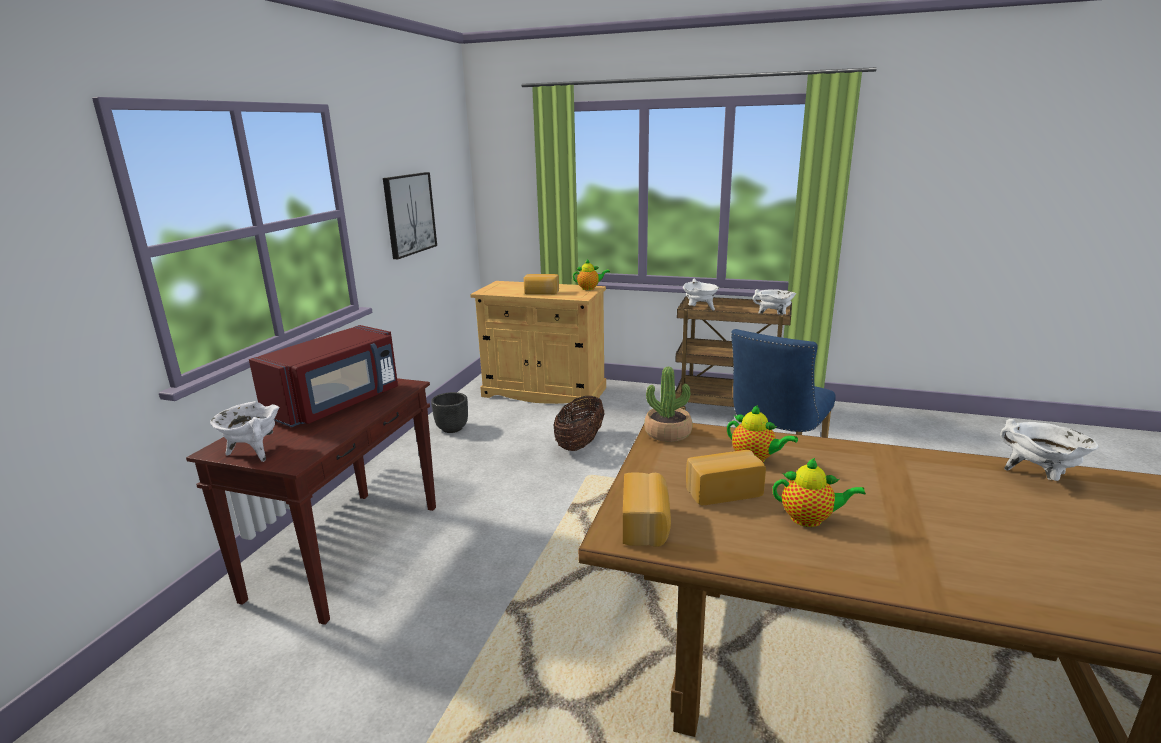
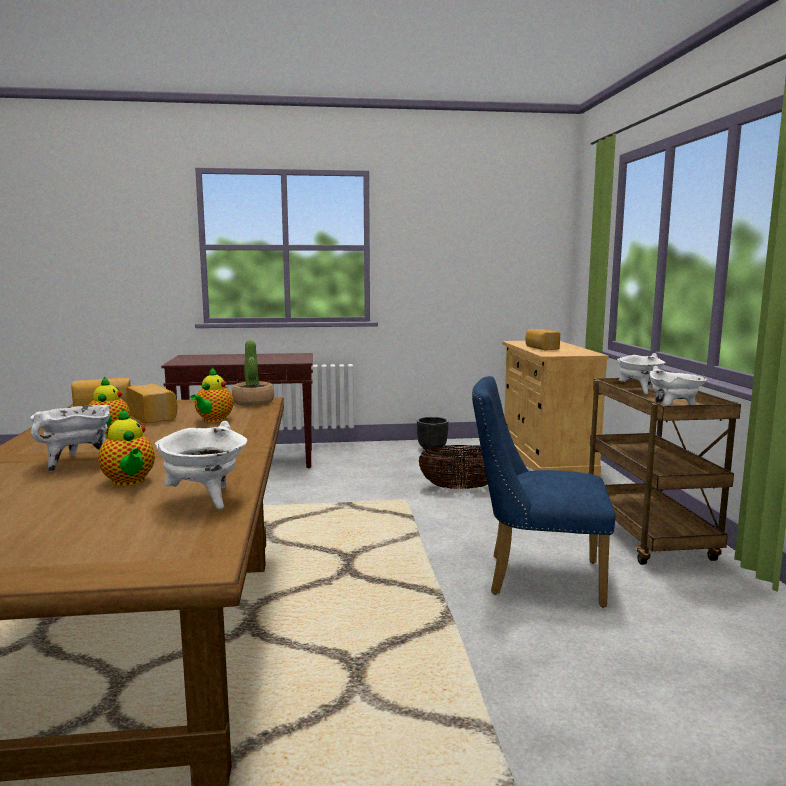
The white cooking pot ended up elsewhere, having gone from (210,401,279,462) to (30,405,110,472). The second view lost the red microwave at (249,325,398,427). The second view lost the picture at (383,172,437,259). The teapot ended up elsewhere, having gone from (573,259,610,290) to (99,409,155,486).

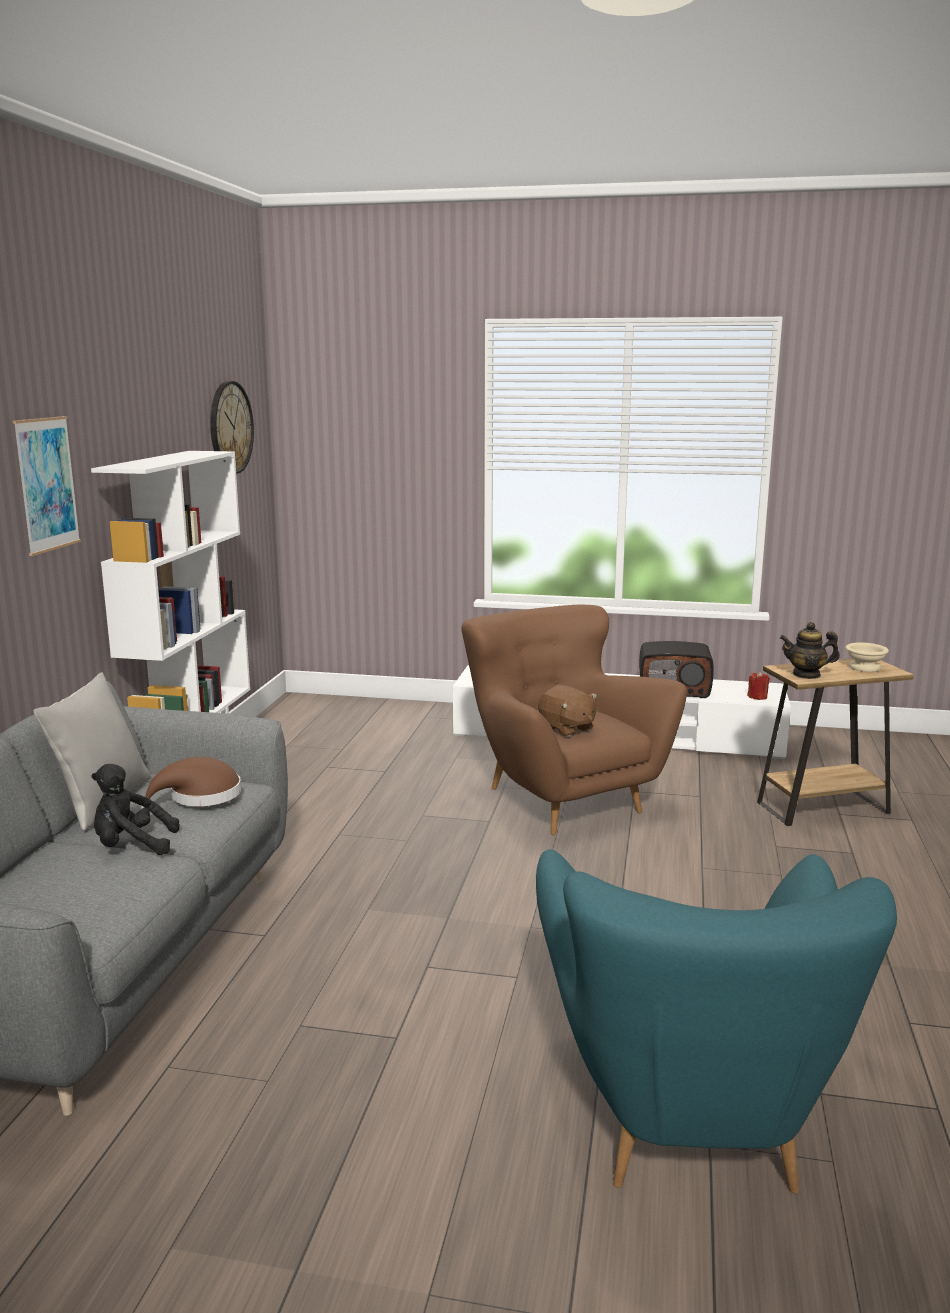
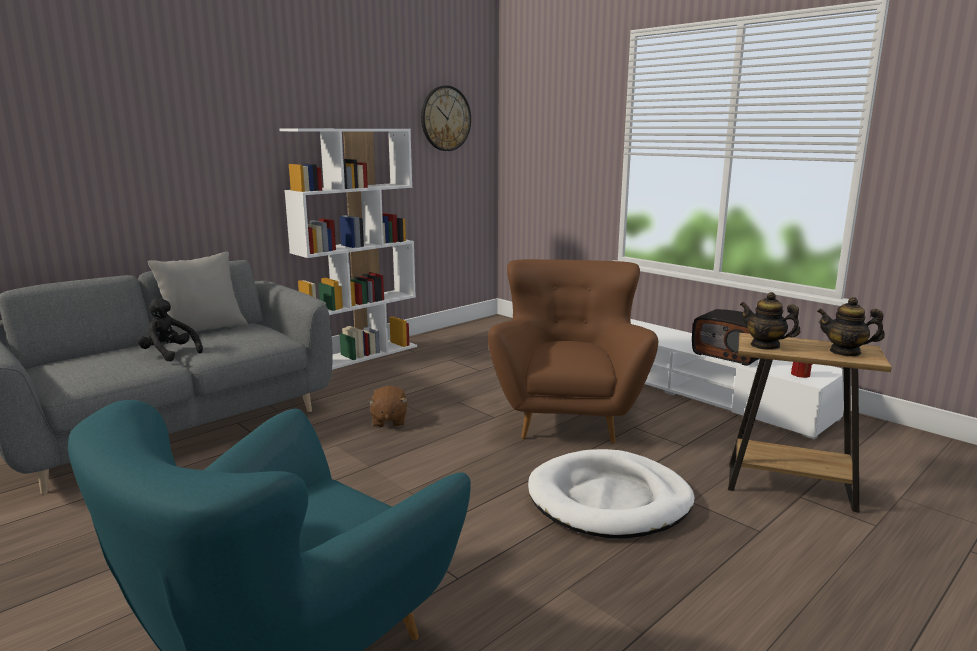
The second view lost the picture at (13,416,81,556). The second view lost the brown hat at (140,757,241,809). The brown plush toy ended up elsewhere, having gone from (538,685,597,737) to (367,386,408,427). Where the beige bowl stood at (846,643,889,672), the teapot came to stand at (817,297,885,357). The second view gained the white dog bed at (528,449,695,538).

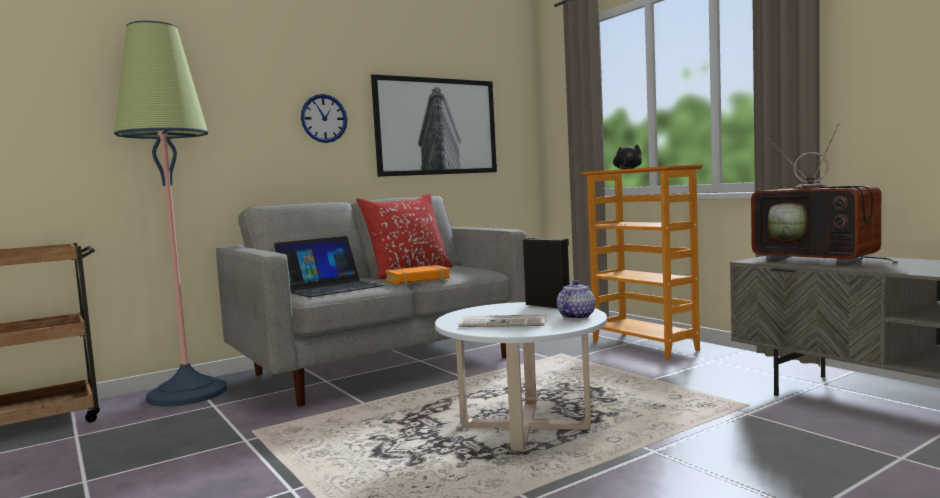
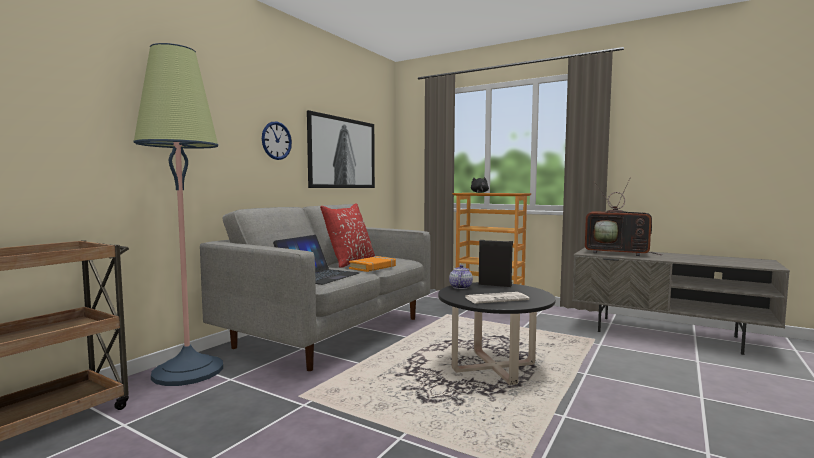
What was the white coffee table at (435,302,607,452) turned into the black coffee table at (438,282,556,385). The teapot ended up elsewhere, having gone from (557,280,595,319) to (449,265,473,289).

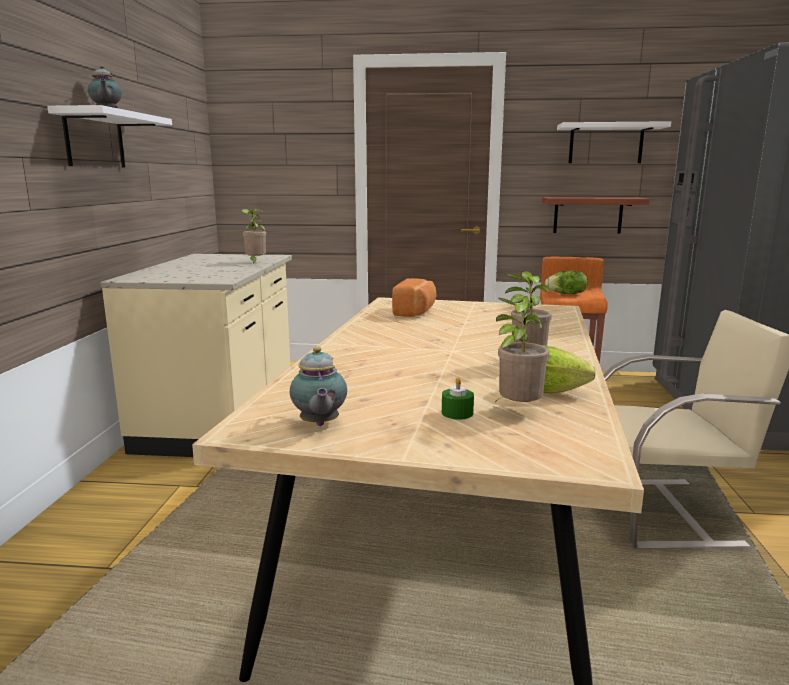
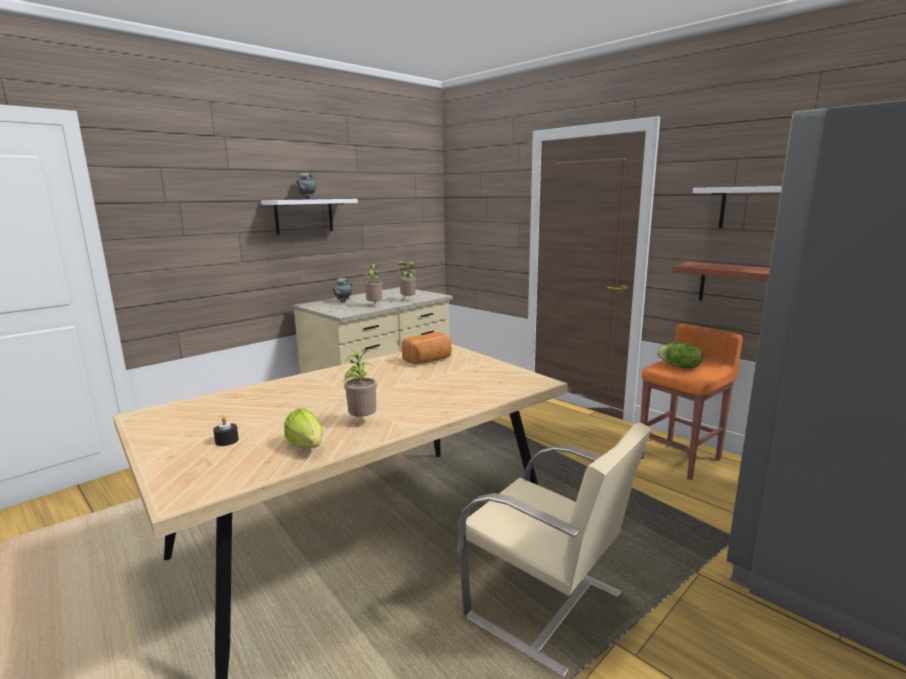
The teapot ended up elsewhere, having gone from (290,347,347,426) to (331,276,352,302). What was the green candle at (442,377,474,420) turned into the black candle at (213,417,239,446). The potted plant ended up elsewhere, having gone from (496,296,549,402) to (364,264,383,303).

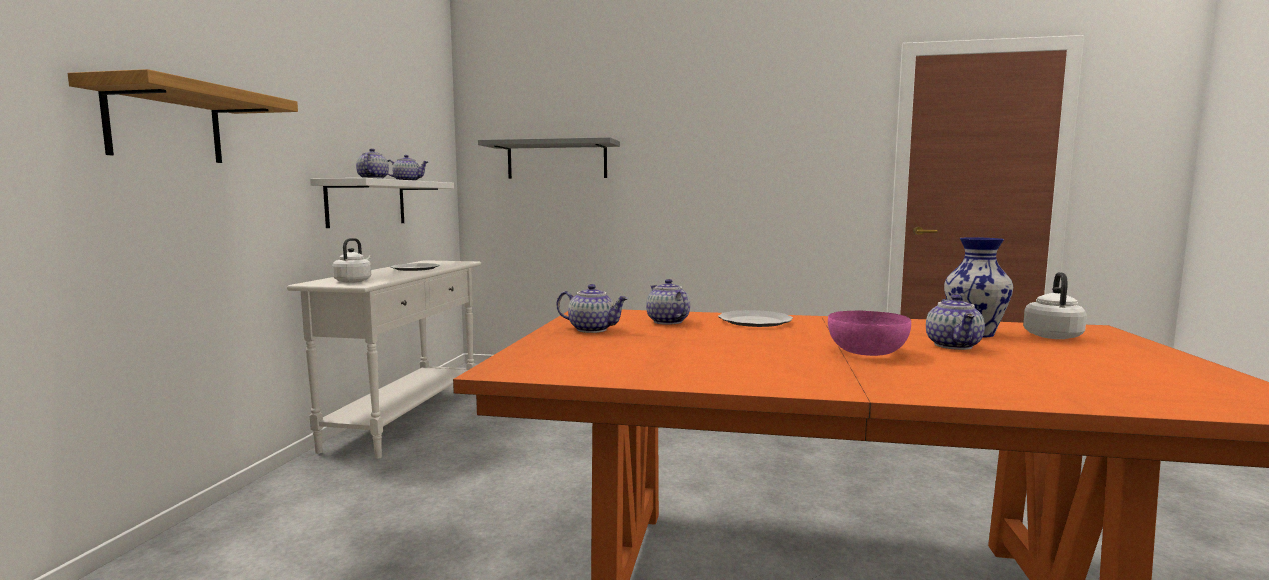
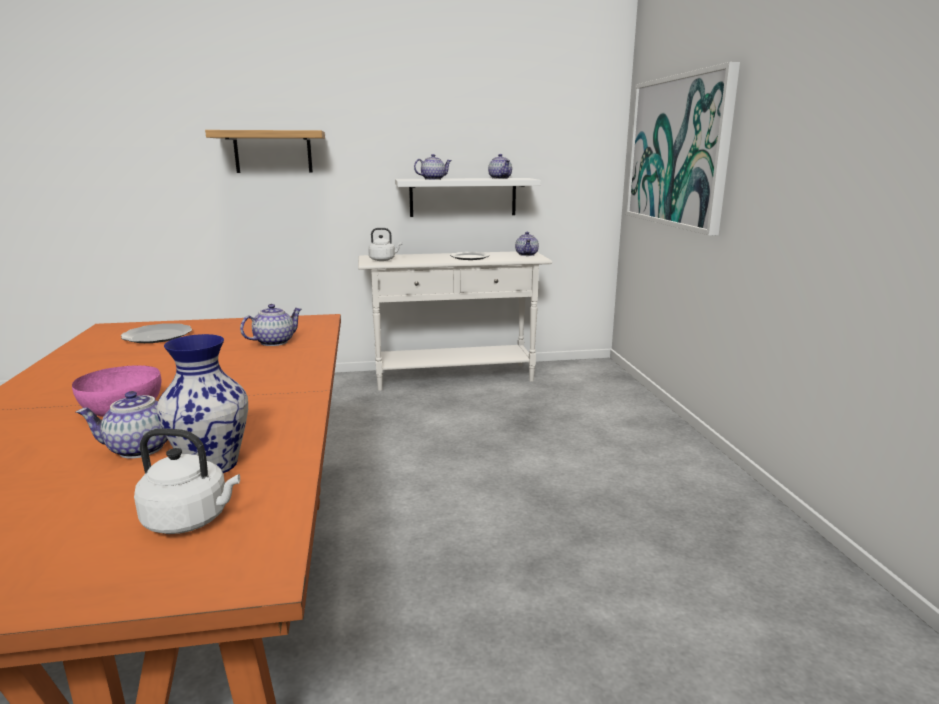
Where the grey shelf hung at (478,137,620,179), the picture came to hang at (625,62,740,236). The teapot ended up elsewhere, having gone from (556,284,628,333) to (515,232,539,256). The plate ended up elsewhere, having gone from (718,310,793,327) to (121,323,192,343).

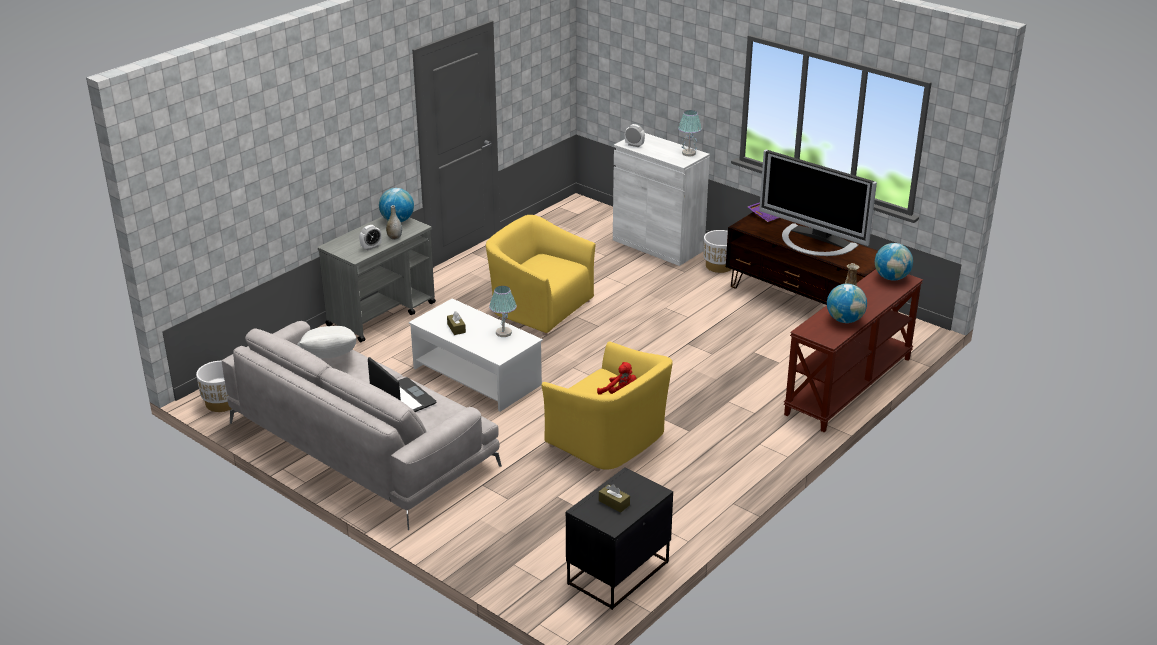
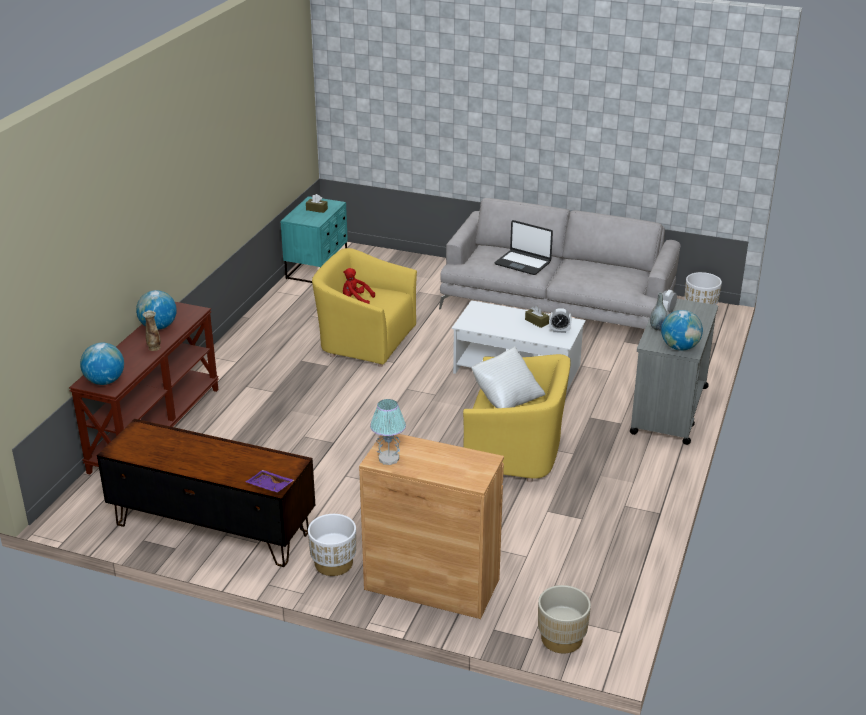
The white pillow ended up elsewhere, having gone from (297,326,356,358) to (471,347,545,408). The second view lost the table lamp at (489,286,517,337). What was the black nightstand at (566,467,673,610) turned into the turquoise nightstand at (280,196,348,283). What was the white cabinet at (613,133,710,266) turned into the brown cabinet at (359,434,504,619). The alarm clock ended up elsewhere, having gone from (625,124,645,147) to (549,308,572,333). The second view lost the television at (759,150,877,256). The second view gained the beige planter at (538,585,591,653).

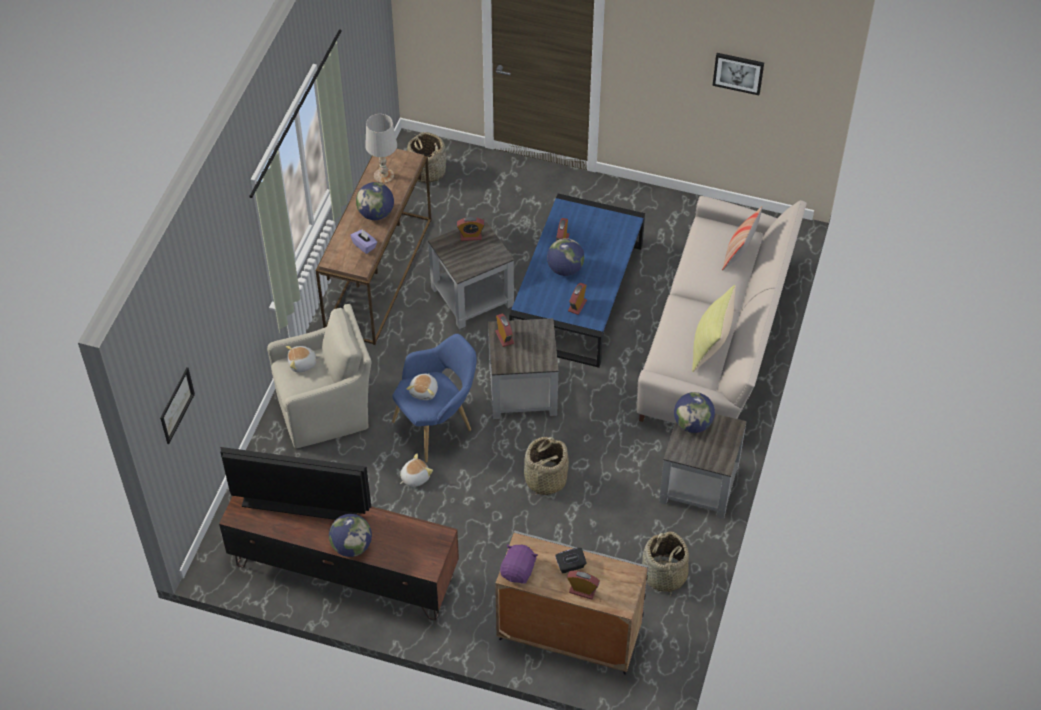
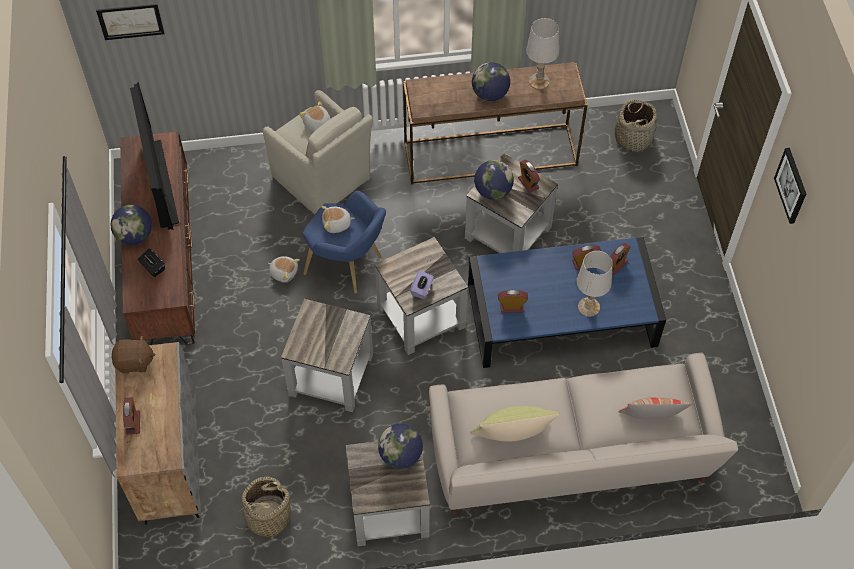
The purple tissue box ended up elsewhere, having gone from (350,229,377,254) to (410,270,434,299). The alarm clock ended up elsewhere, having gone from (495,314,514,347) to (610,243,630,275). What was the purple plush toy at (500,544,538,584) turned into the brown plush toy at (111,336,156,374). Where the basket stood at (524,437,569,495), the grey side table came to stand at (281,299,373,412). The globe ended up elsewhere, having gone from (547,238,584,276) to (474,160,514,200). The black tissue box ended up elsewhere, having gone from (555,548,587,573) to (138,249,165,277). The picture ended up elsewhere, having gone from (712,53,764,95) to (774,148,806,224). The second view gained the white table lamp at (577,251,613,317).

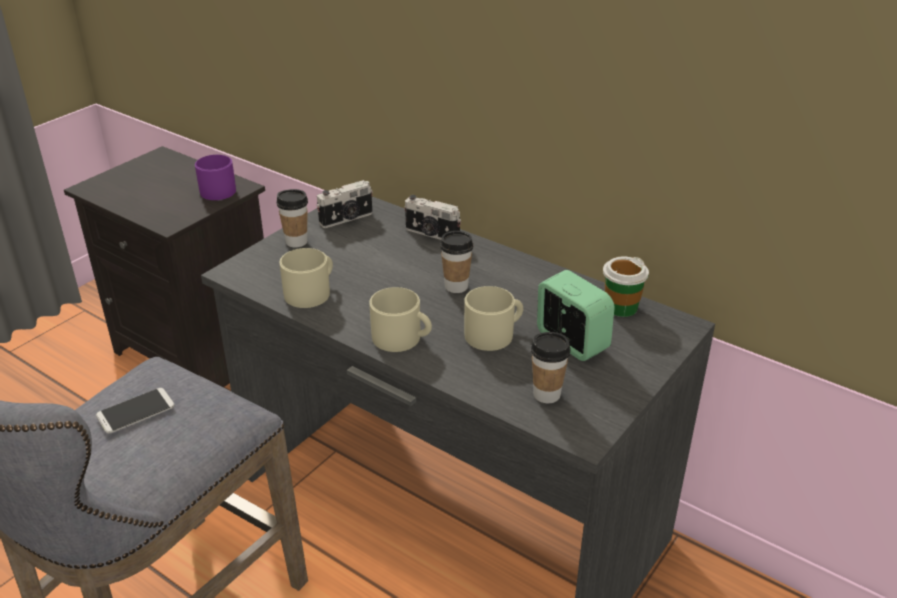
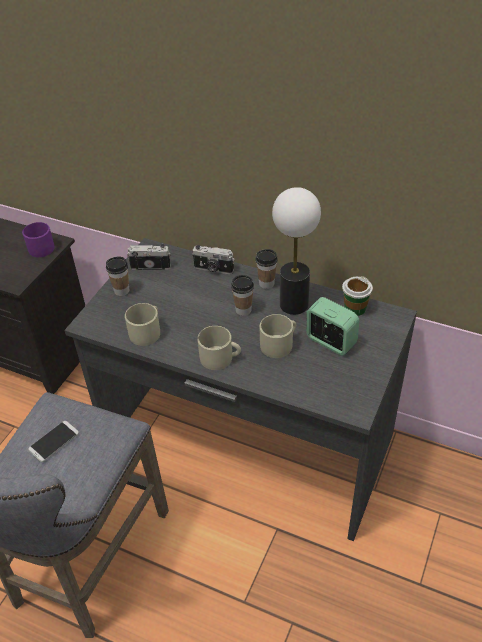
The photo camera at (316,180,373,228) ended up facing another way, 135 degrees counterclockwise from before. The cup ended up elsewhere, having gone from (531,332,570,403) to (256,249,278,289). The second view gained the table lamp at (272,187,321,315).

